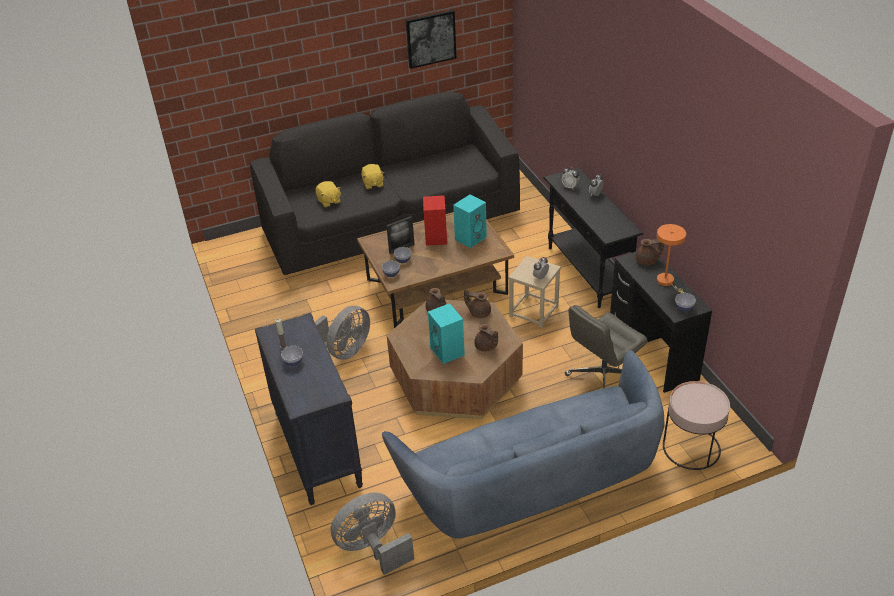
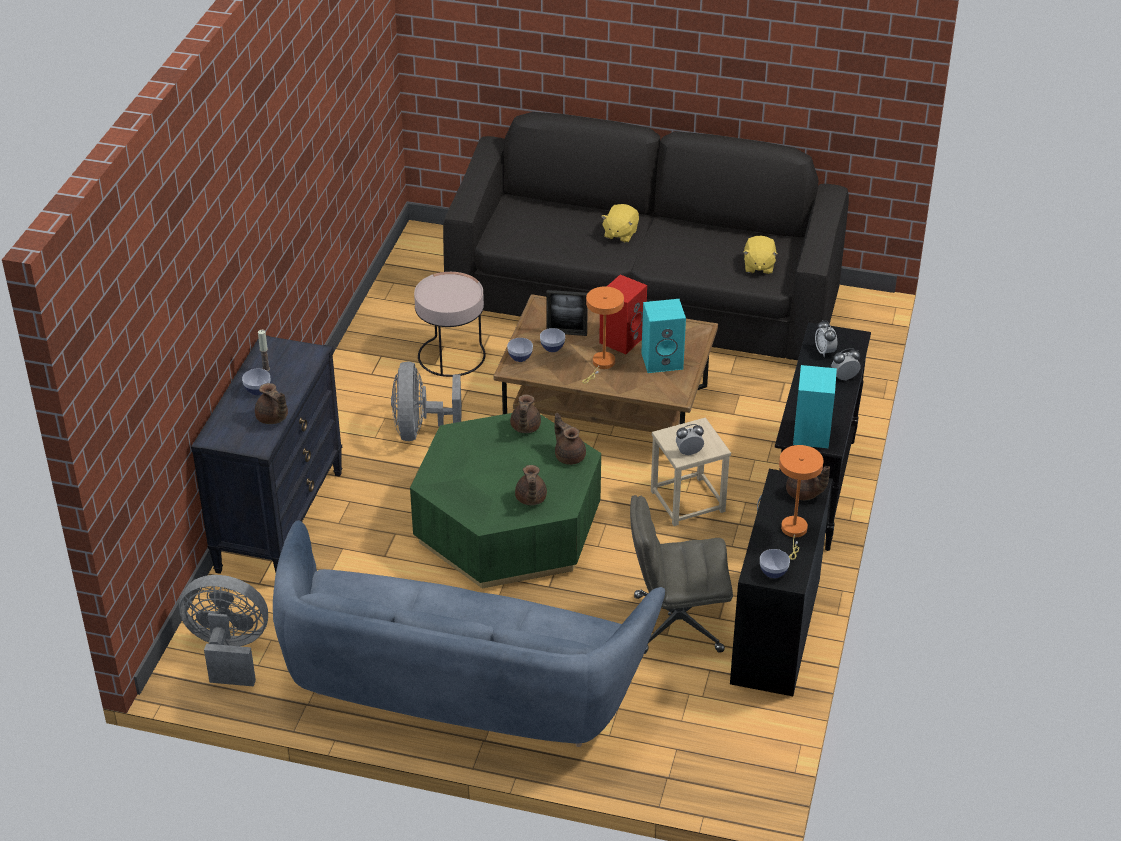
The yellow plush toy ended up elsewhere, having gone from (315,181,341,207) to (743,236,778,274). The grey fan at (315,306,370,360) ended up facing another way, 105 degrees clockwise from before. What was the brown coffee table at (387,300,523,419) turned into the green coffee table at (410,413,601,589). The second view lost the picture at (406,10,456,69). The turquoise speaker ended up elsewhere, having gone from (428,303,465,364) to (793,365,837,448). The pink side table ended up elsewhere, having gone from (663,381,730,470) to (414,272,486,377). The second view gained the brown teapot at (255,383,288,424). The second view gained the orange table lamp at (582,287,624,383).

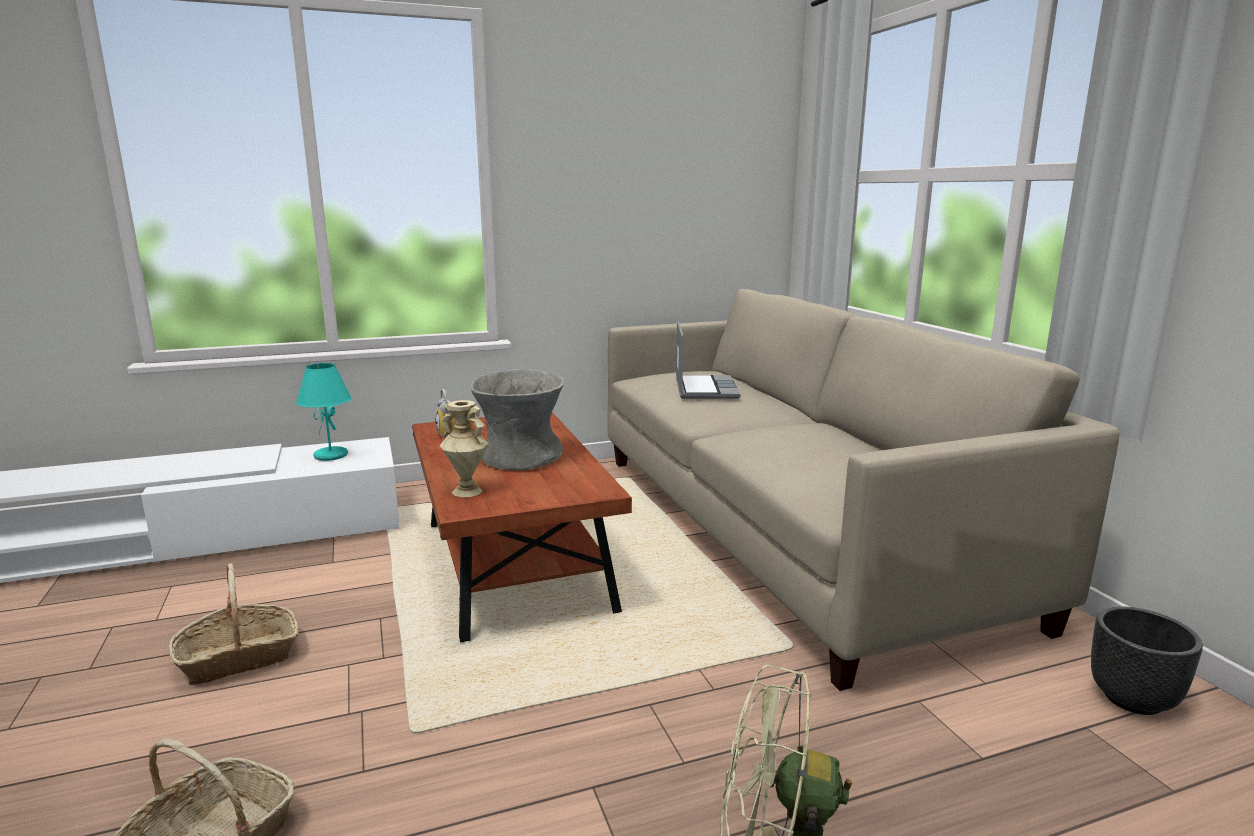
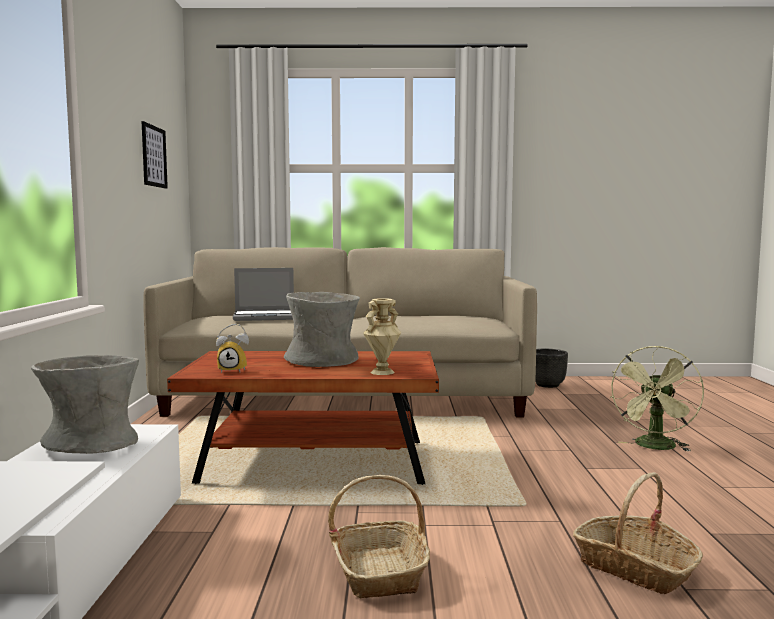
Where the turquoise table lamp stood at (296,363,352,461), the grey vase came to stand at (31,355,139,454). The laptop at (676,322,740,399) ended up facing another way, 150 degrees clockwise from before. The second view gained the picture at (142,121,168,189).

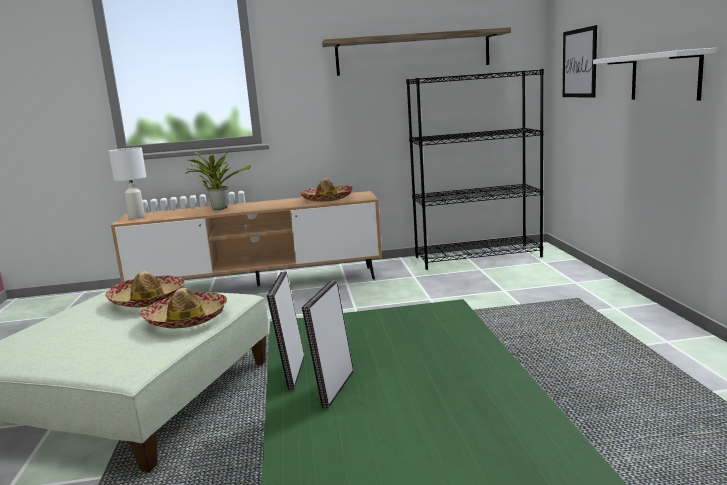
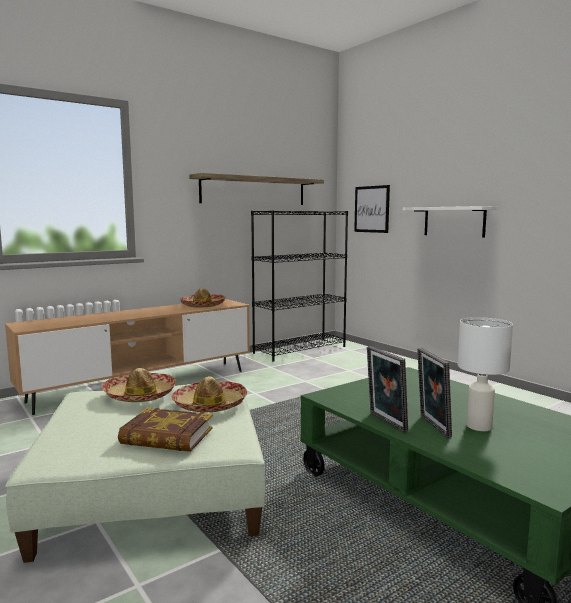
The white table lamp ended up elsewhere, having gone from (109,147,147,219) to (458,317,513,431). The second view lost the potted plant at (187,151,251,210). The second view gained the book at (118,408,213,452).

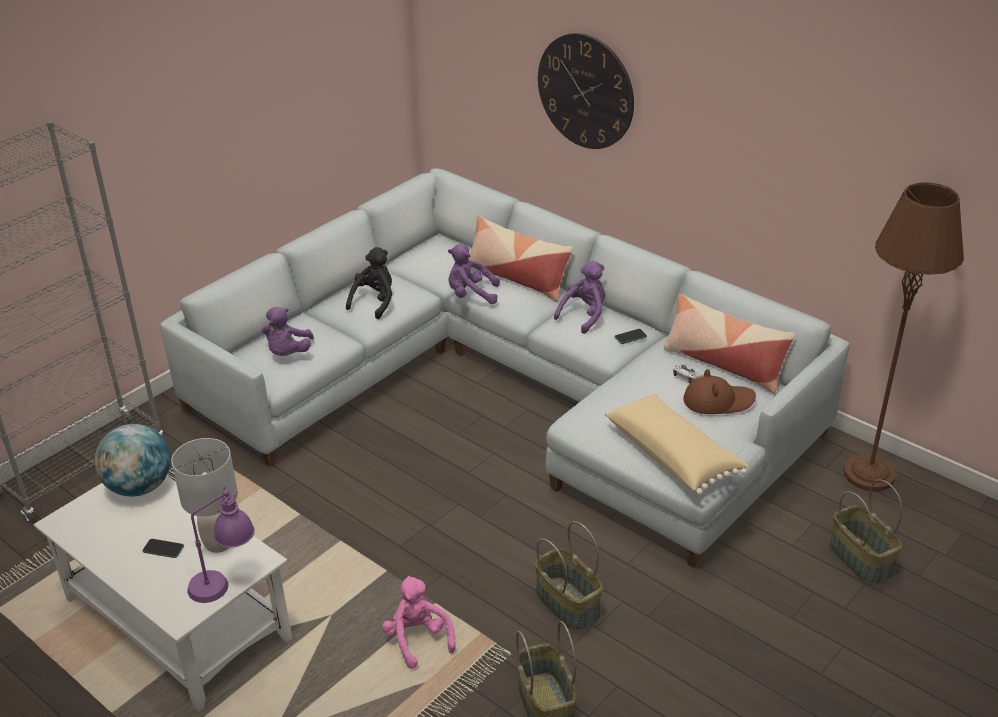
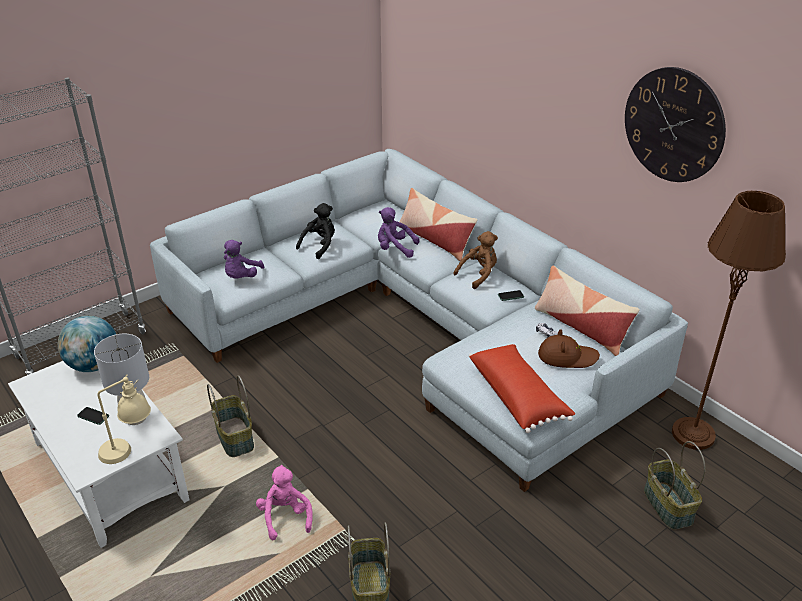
What was the purple table lamp at (188,487,255,603) turned into the beige table lamp at (97,374,151,464). The basket ended up elsewhere, having gone from (534,521,603,630) to (207,375,254,457). The wall clock ended up elsewhere, having gone from (538,33,634,149) to (625,67,726,182). What was the purple plush toy at (554,261,605,334) turned into the brown plush toy at (453,231,498,289). What was the beige pillow at (605,394,748,495) turned into the red pillow at (469,344,575,433).

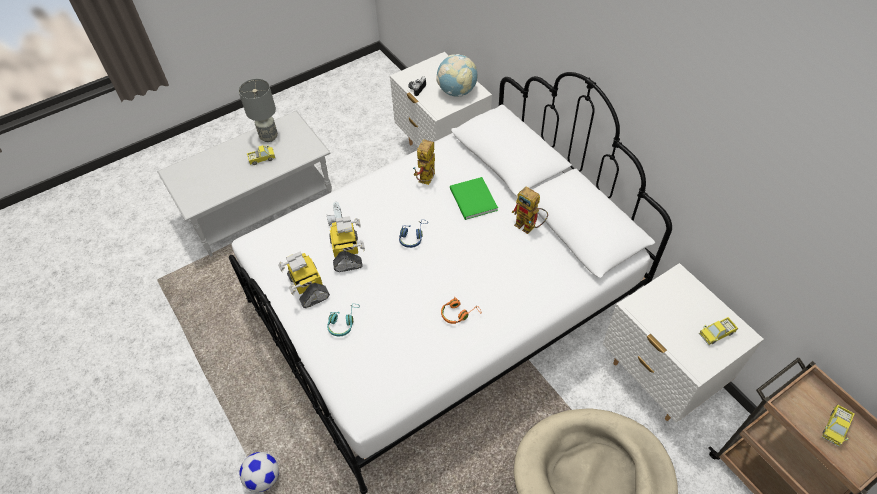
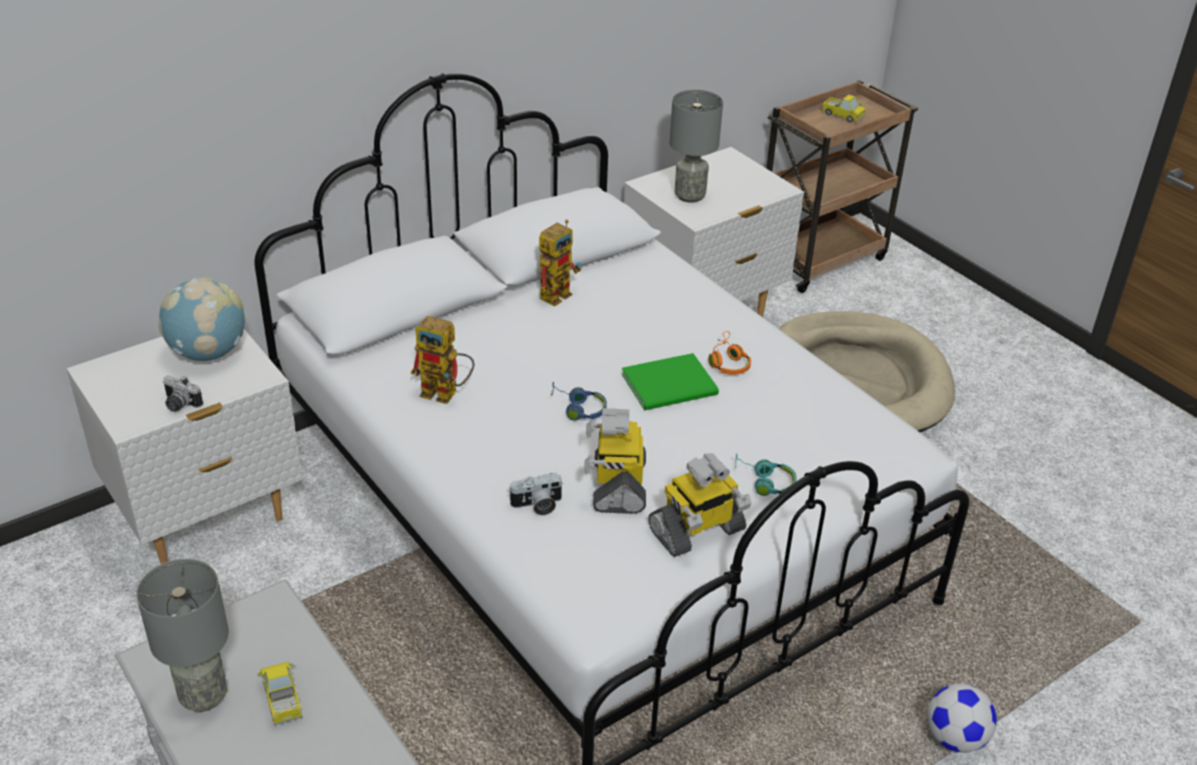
The toy robot at (329,216,365,272) ended up facing another way, 75 degrees counterclockwise from before. The green book ended up elsewhere, having gone from (450,177,498,220) to (622,353,719,411). The second view lost the toy truck at (699,317,738,345). The second view gained the grey table lamp at (669,90,723,203).

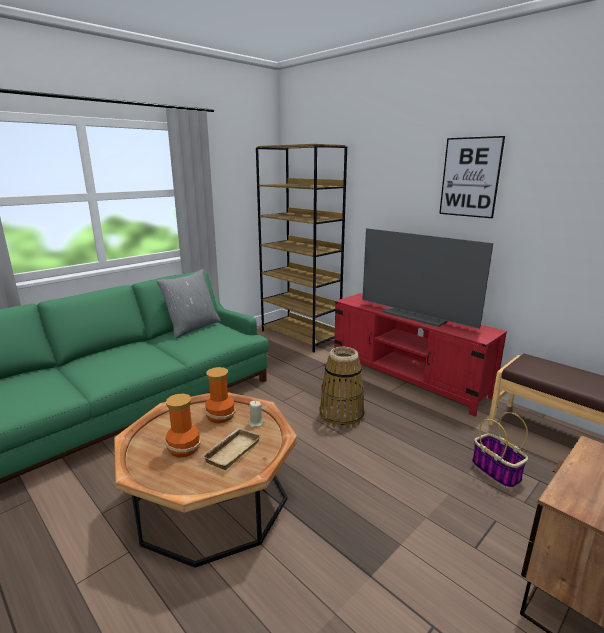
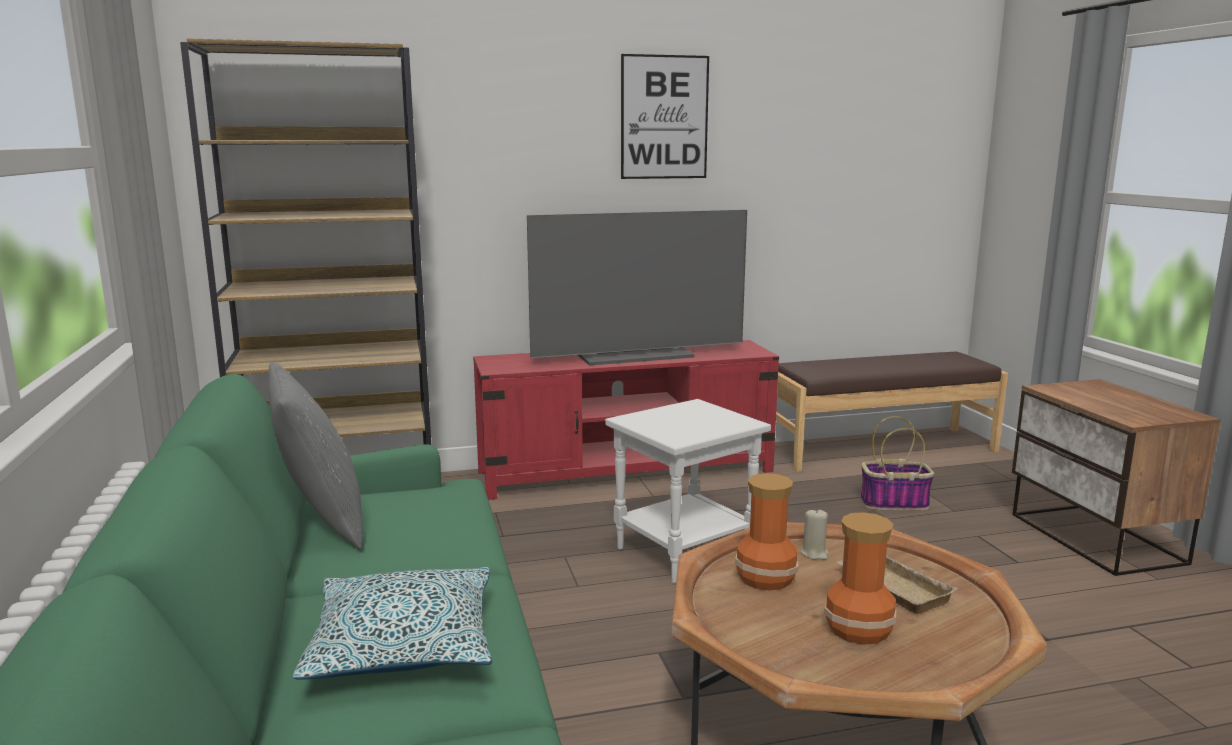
Where the basket stood at (319,347,364,429), the white side table came to stand at (605,399,771,583). The second view gained the pillow at (293,567,492,680).

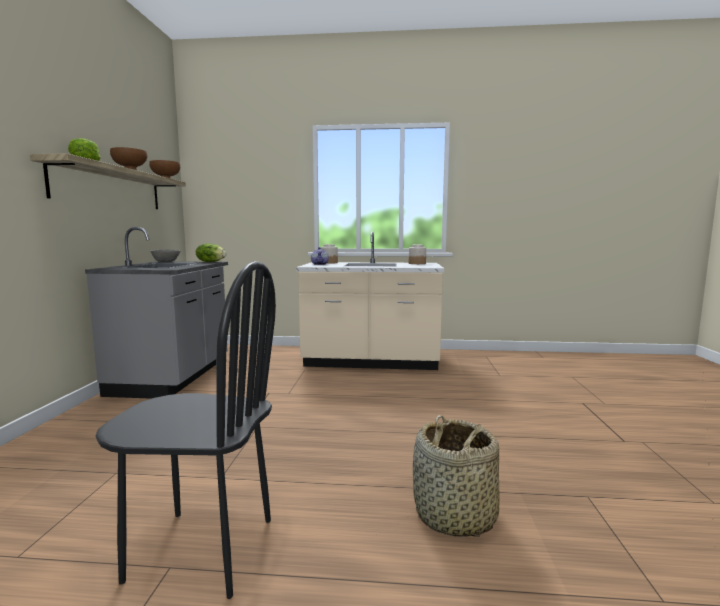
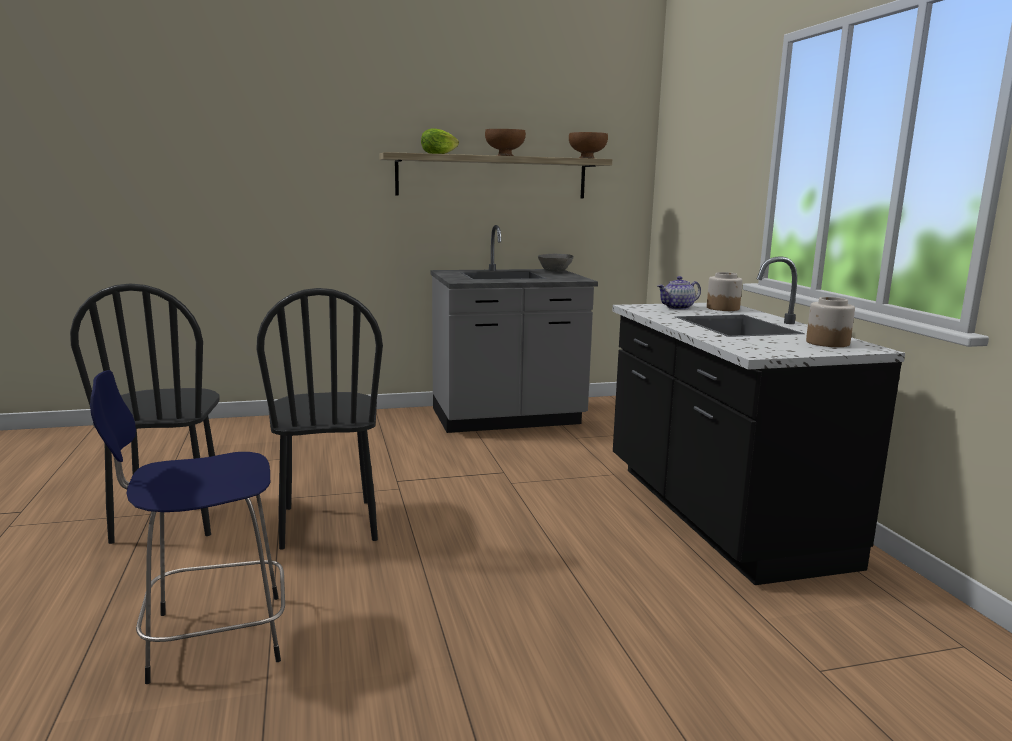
The second view lost the lettuce at (196,243,227,262). What was the beige counter at (296,231,444,370) turned into the black counter at (612,256,905,585). Where the basket stood at (413,415,500,537), the blue stool came to stand at (90,370,285,684). The second view gained the black chair at (256,288,383,549).

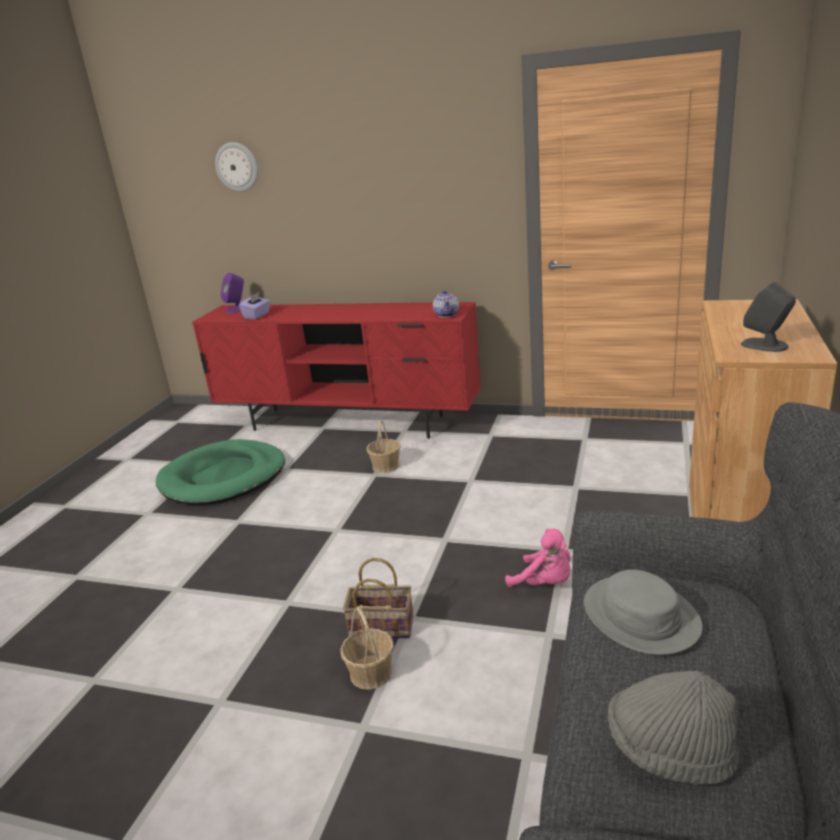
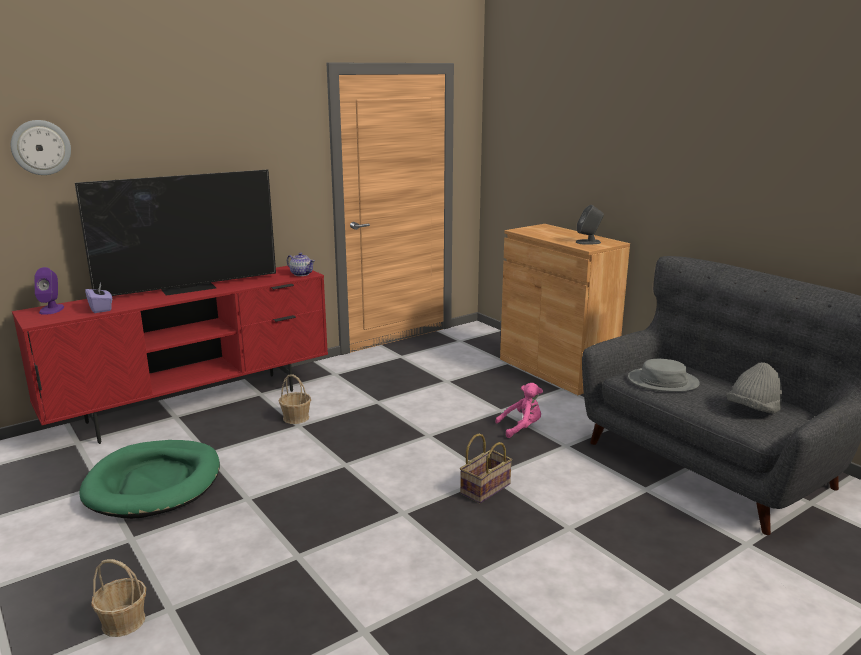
The basket ended up elsewhere, having gone from (340,607,394,690) to (91,559,146,637). The second view gained the television at (75,170,276,296).

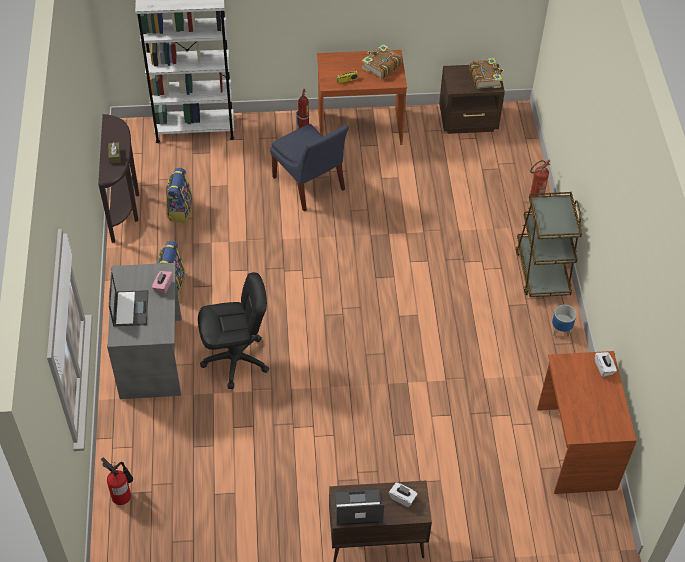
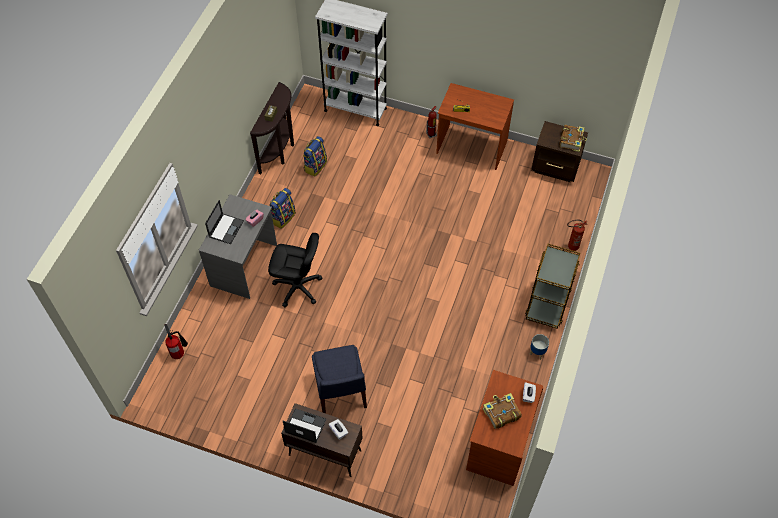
The blue chair ended up elsewhere, having gone from (270,124,349,212) to (312,345,367,413). The book ended up elsewhere, having gone from (362,44,402,79) to (483,393,522,429).

